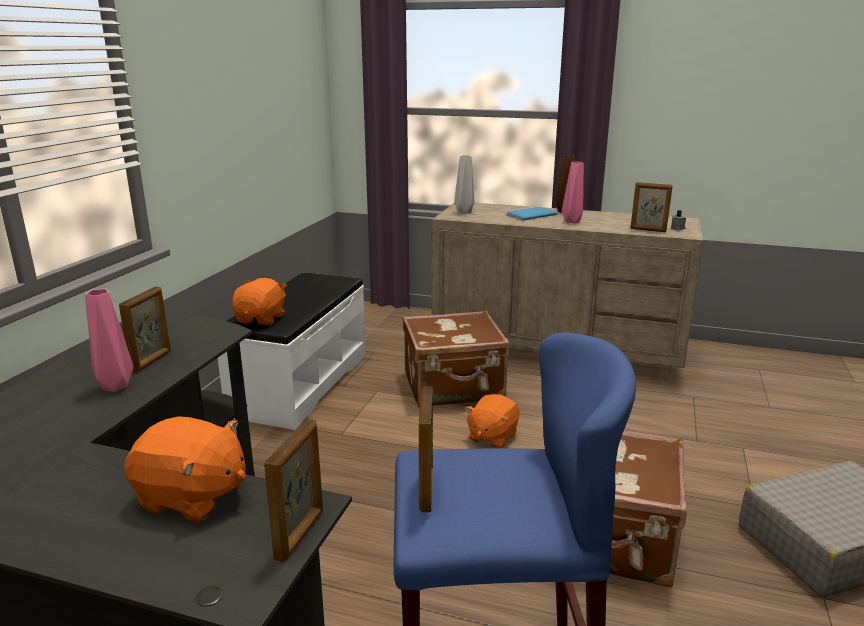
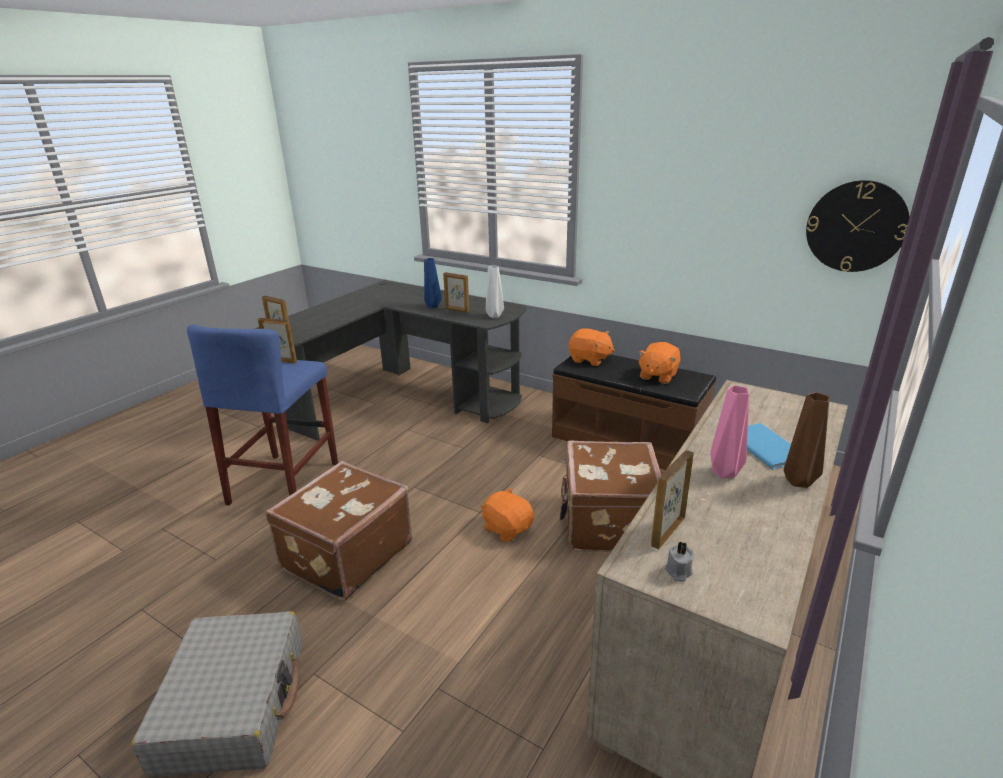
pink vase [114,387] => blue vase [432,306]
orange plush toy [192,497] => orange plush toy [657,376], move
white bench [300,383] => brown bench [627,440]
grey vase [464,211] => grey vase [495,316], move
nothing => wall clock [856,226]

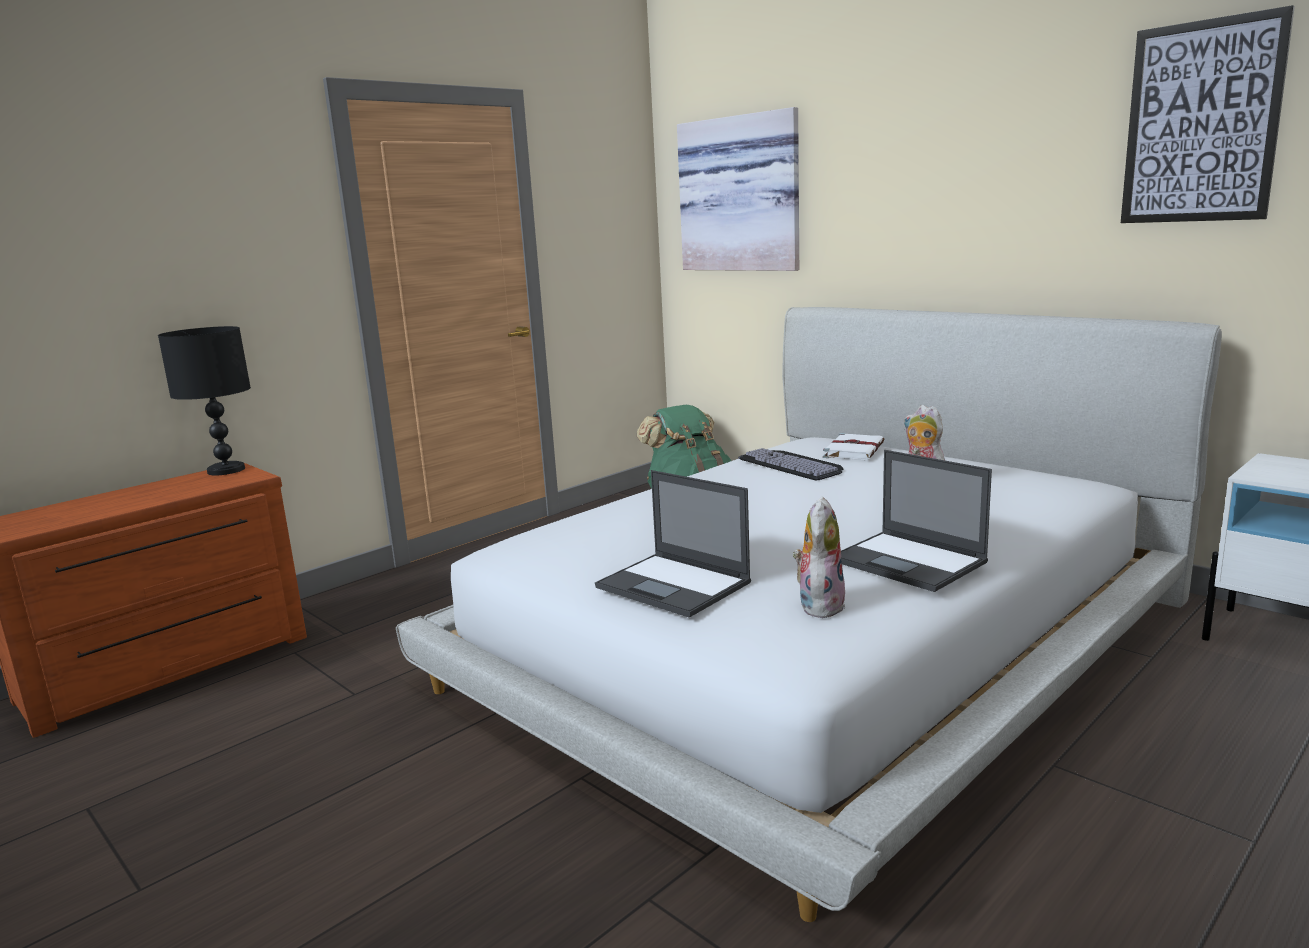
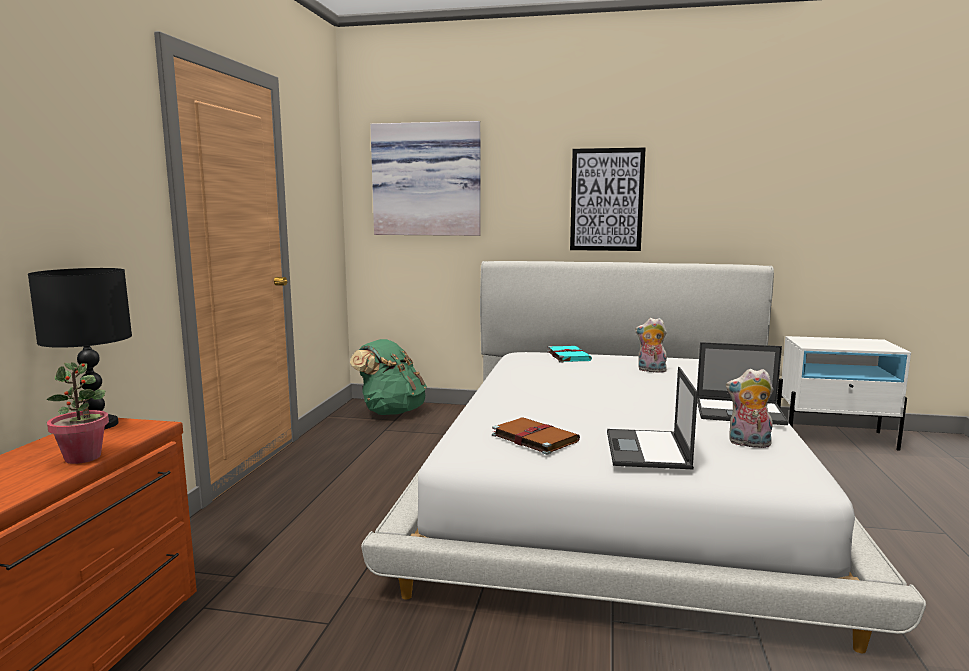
laptop [675,585] => laptop [647,450], 90 degrees clockwise
keyboard [794,464] => nothing
plush toy [819,605] => plush toy [748,444], 60 degrees counterclockwise
white book [854,450] => turquoise book [568,356]
picture [1201,123] => picture [606,200], move
nothing => potted plant [83,457]
nothing => brown book [533,438]

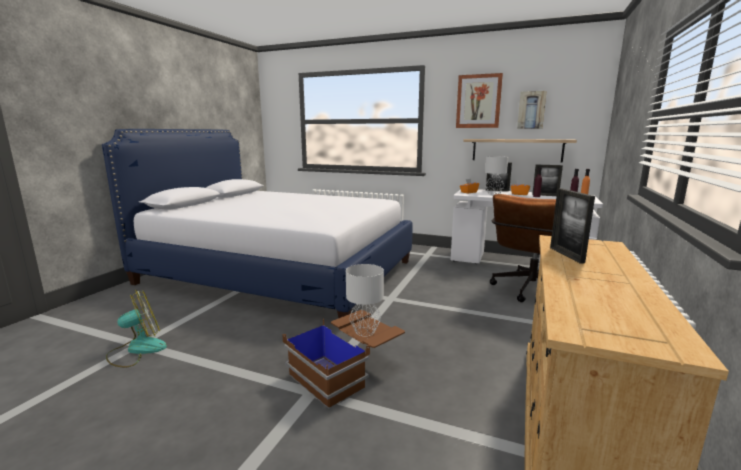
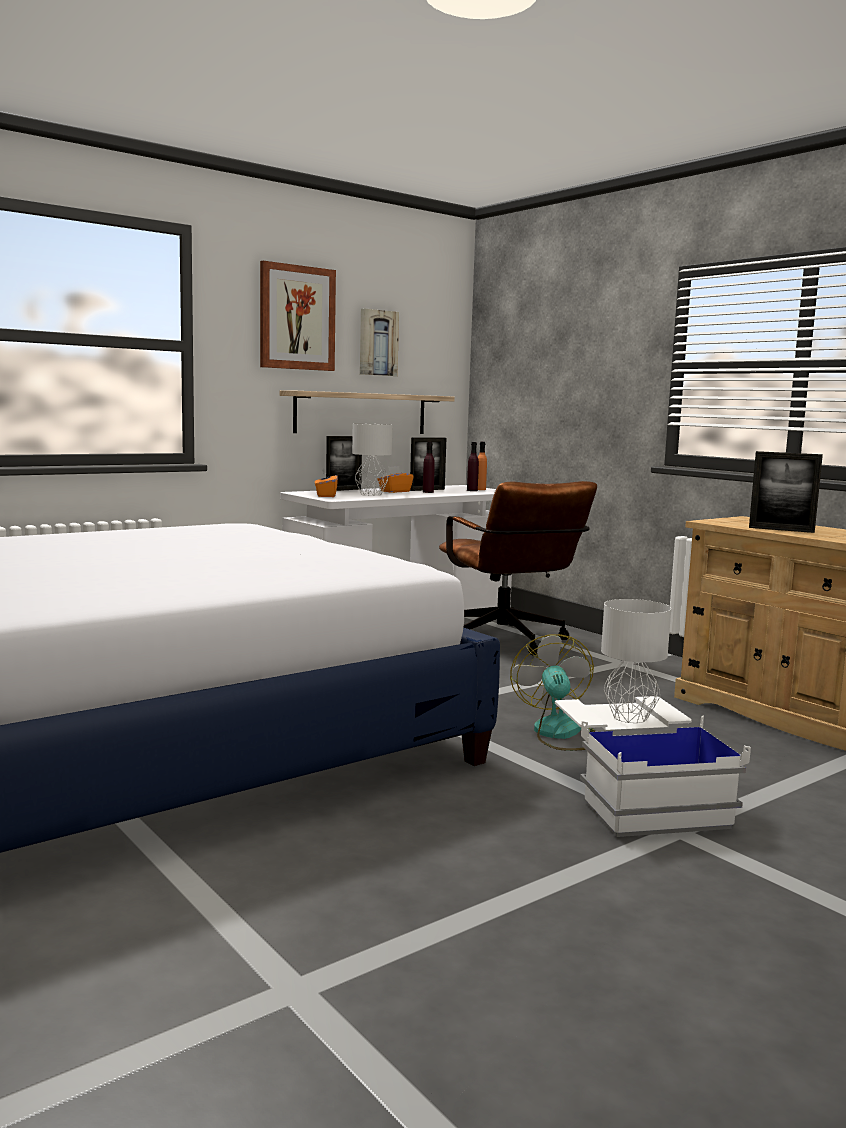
fan [137,350] => fan [562,734], move
brown storage box [347,372] => white storage box [637,795]

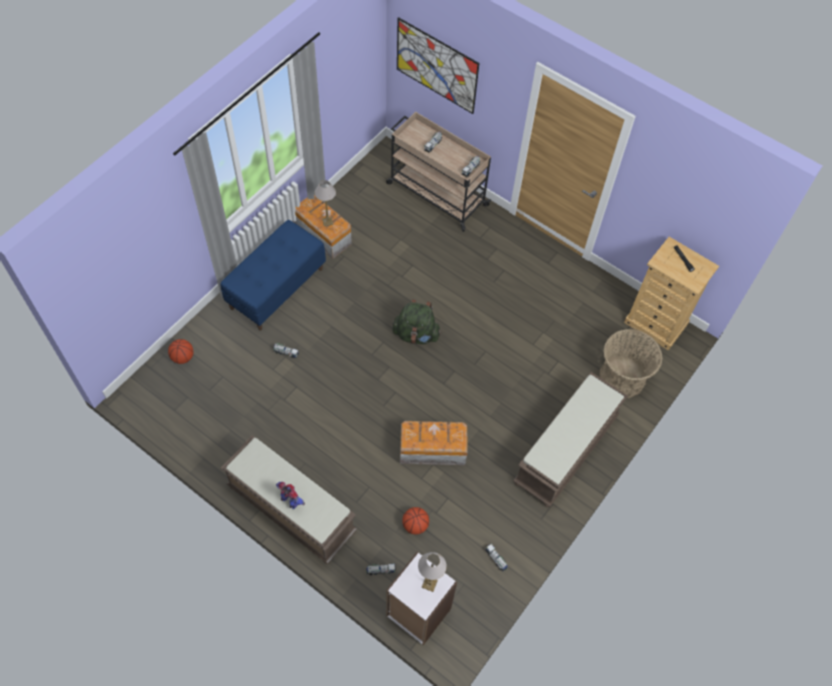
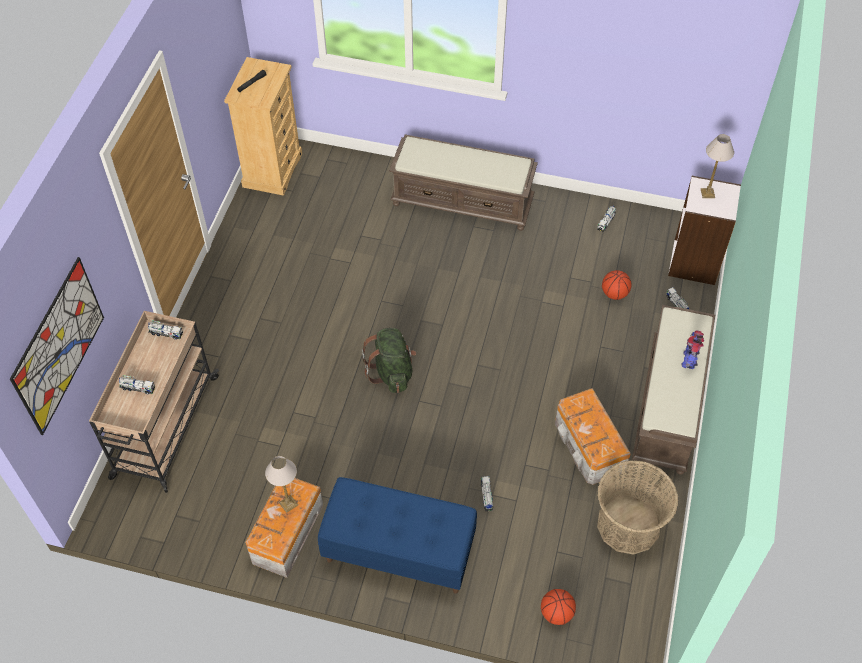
storage box [431,449] => storage box [589,447], move
basket [622,377] => basket [628,525], move

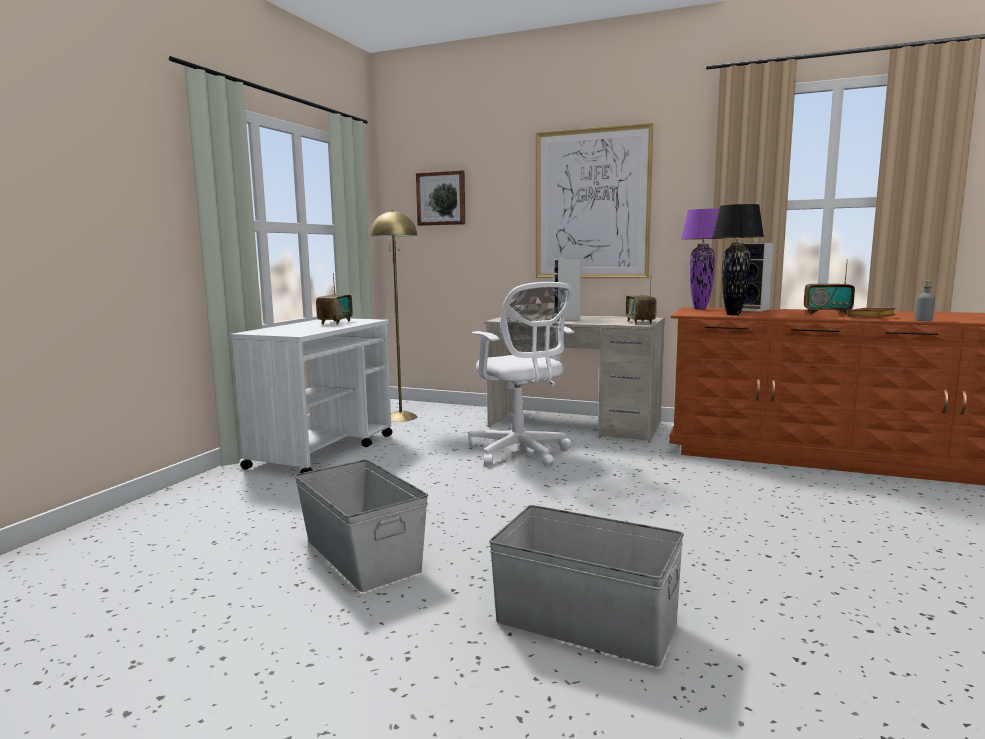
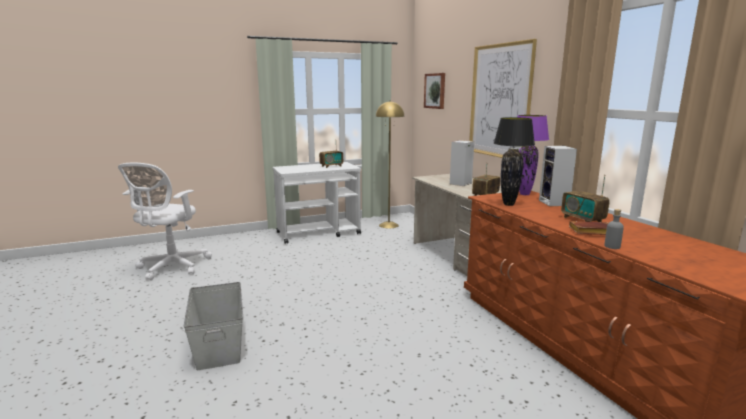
grey storage box [362,554] => nothing
white office chair [521,453] => white office chair [171,267], move

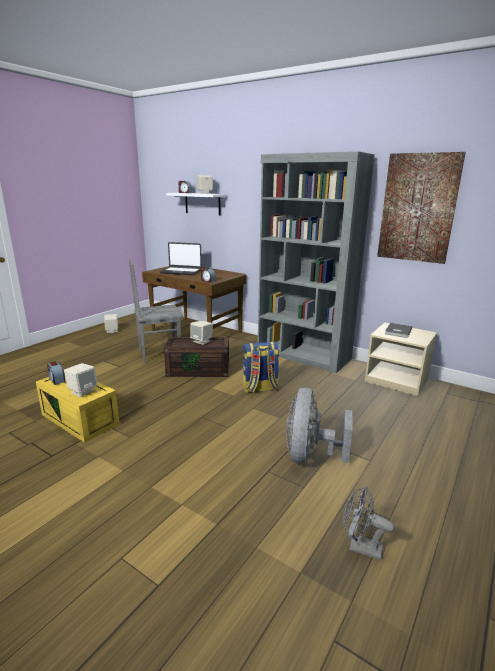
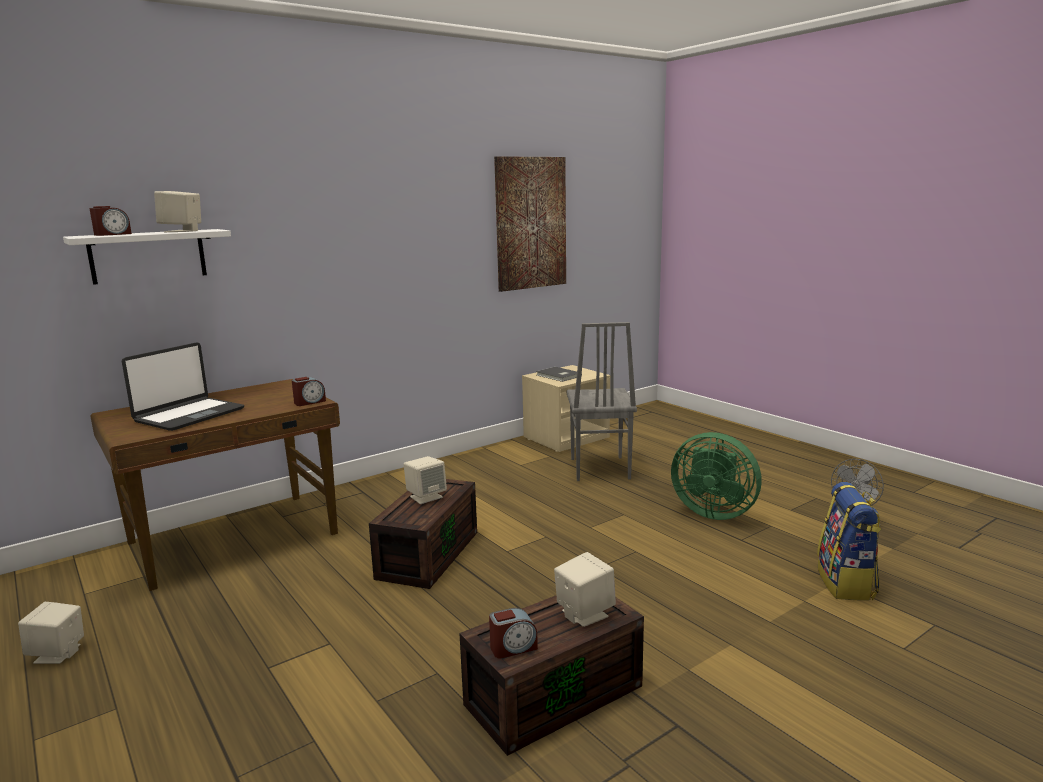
yellow storage box [81,419] => brown storage box [554,693]
grey chair [159,354] => grey chair [598,469], move
backpack [260,388] => backpack [846,583], move
grey bookcase [303,355] => nothing
grey fan [310,455] => green fan [713,512]

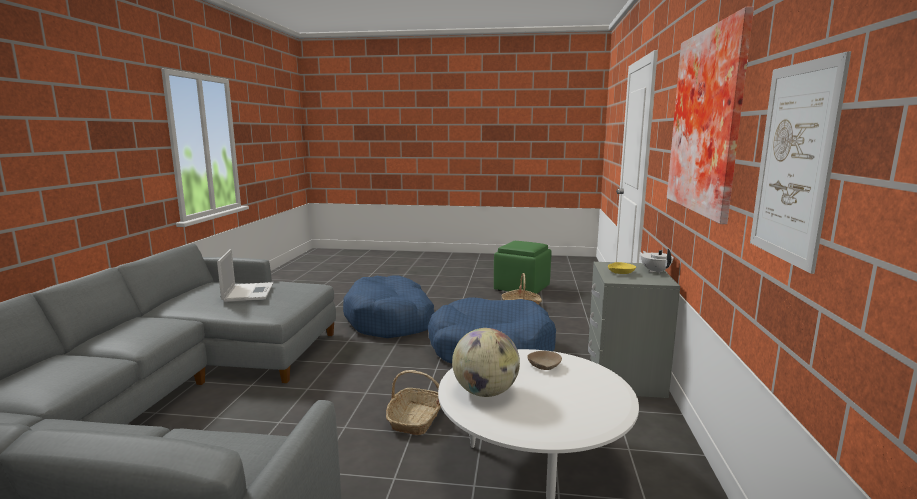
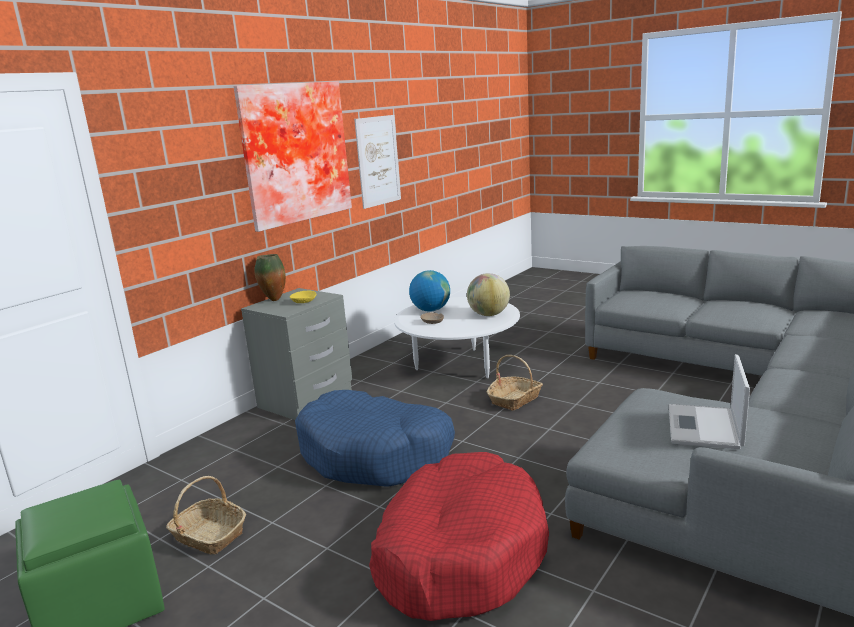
blue dog bed [390,320] => red dog bed [459,553]
white teapot [655,271] => vase [273,300]
nothing => globe [430,310]

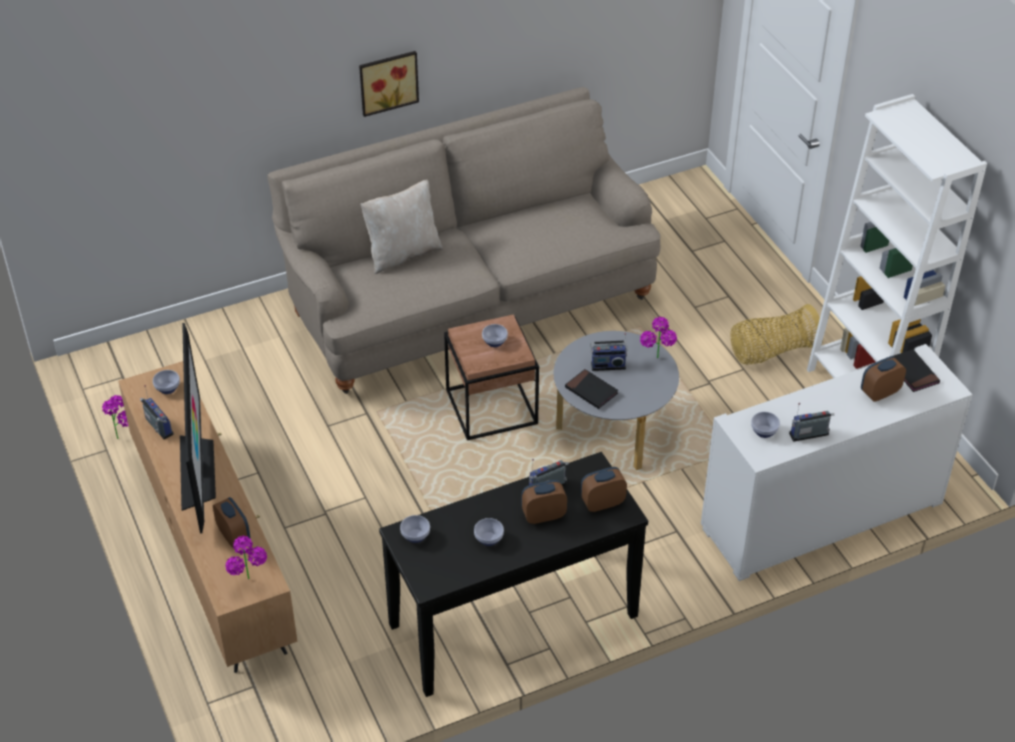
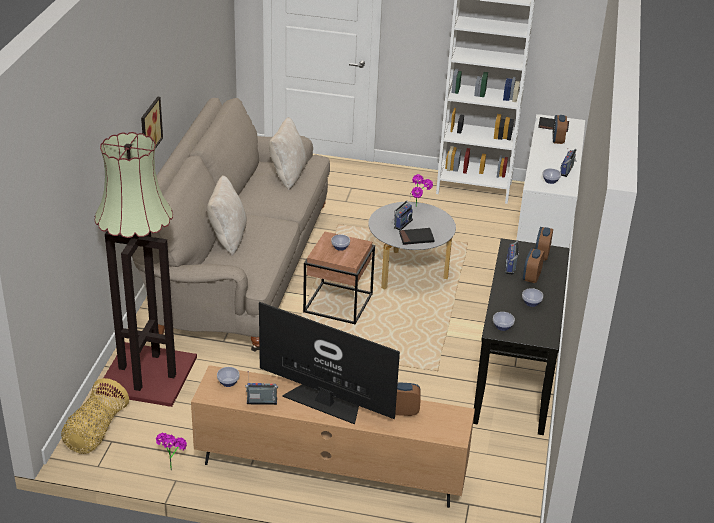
potted plant [251,584] => nothing
basket [772,352] => basket [95,432], move
nothing => floor lamp [146,374]
nothing => beige pillow [288,175]

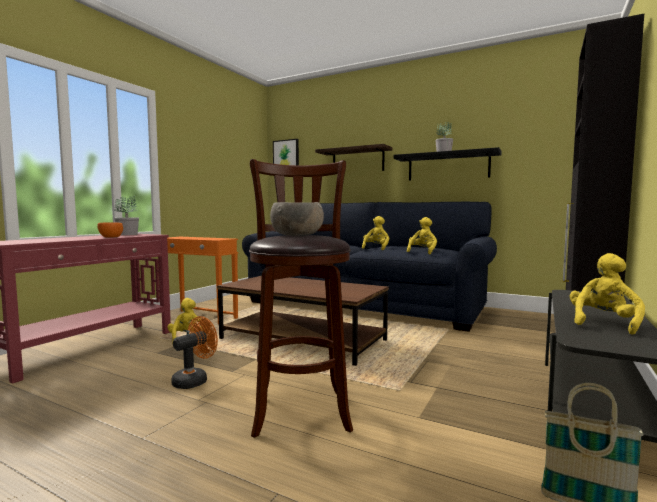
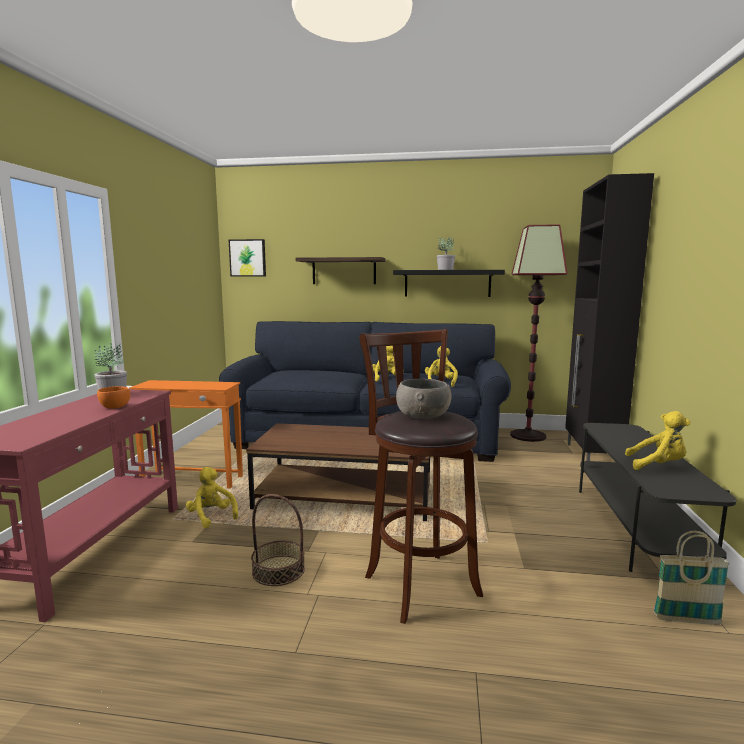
orange fan [194,380] => basket [278,570]
yellow plush toy [603,323] => yellow plush toy [658,465], 90 degrees clockwise
nothing => floor lamp [528,436]

